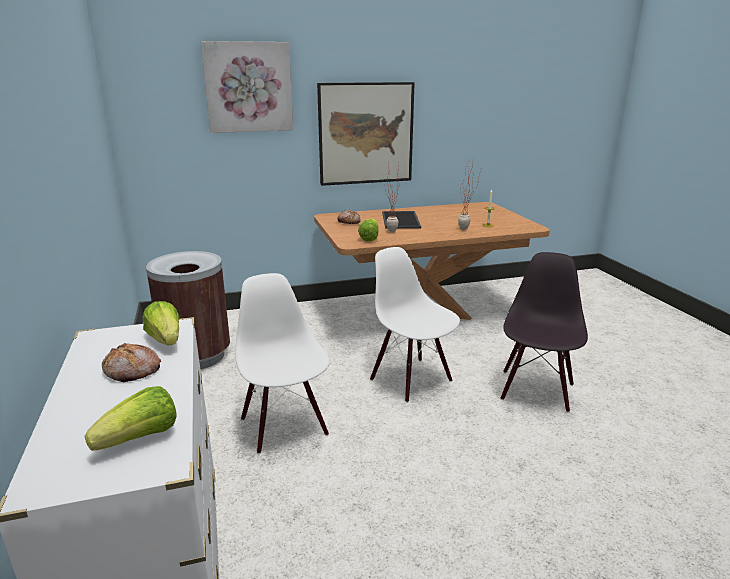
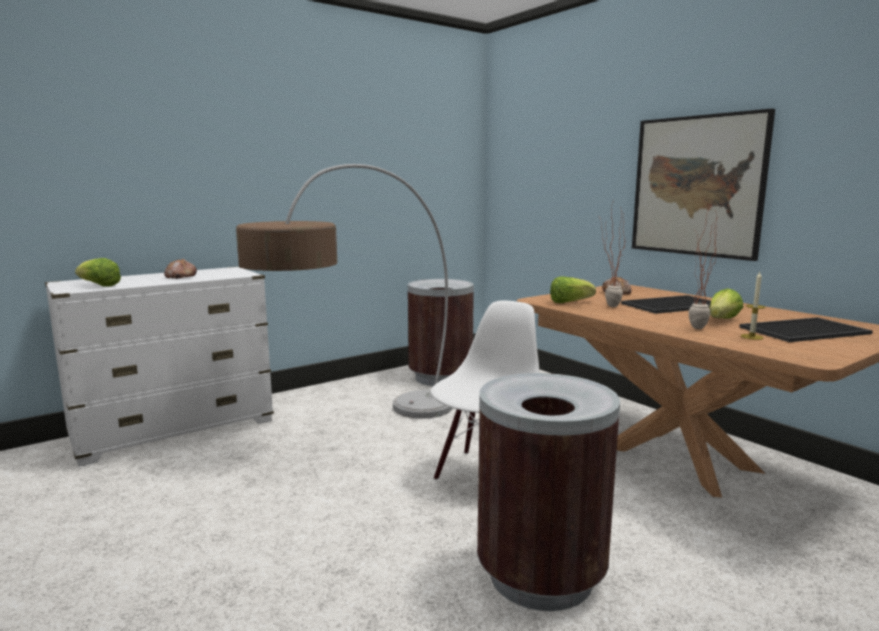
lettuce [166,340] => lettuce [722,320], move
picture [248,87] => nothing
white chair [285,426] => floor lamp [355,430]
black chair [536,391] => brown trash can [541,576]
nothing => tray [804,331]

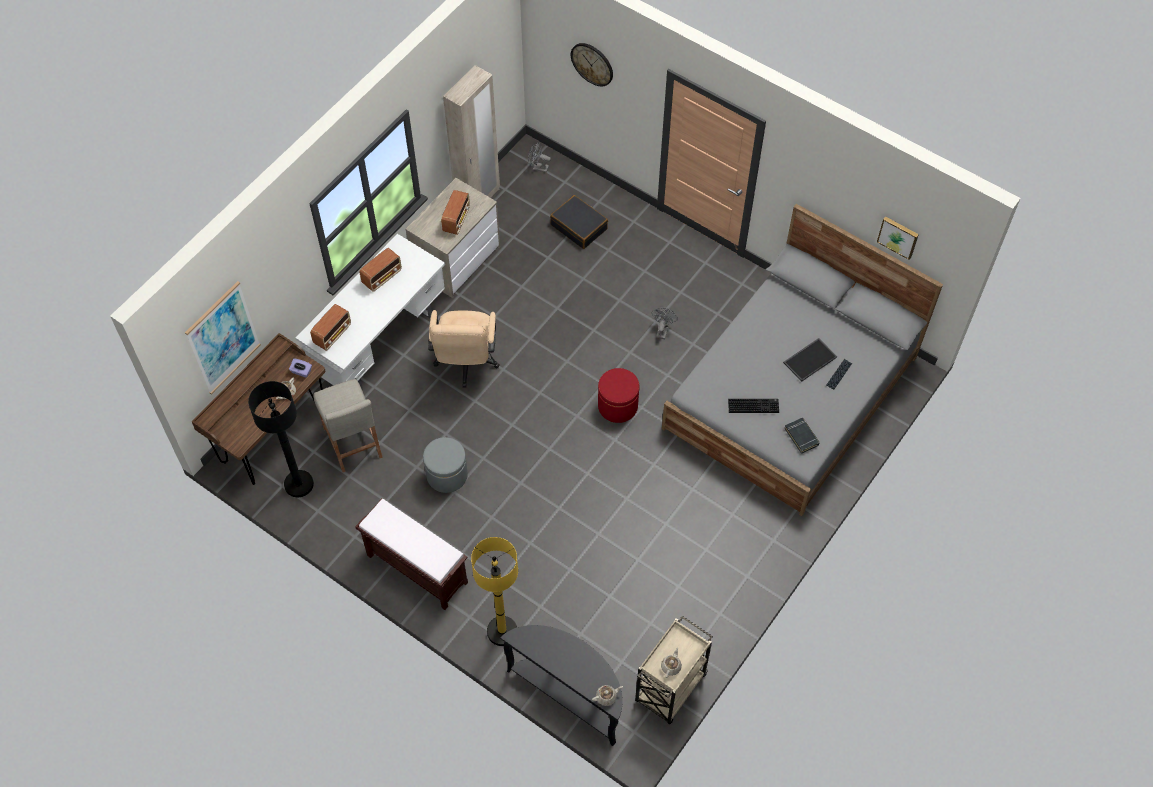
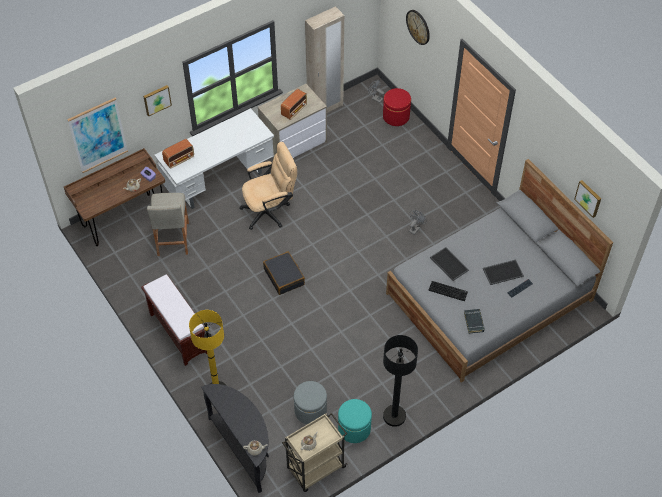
black floor lamp [299,484] => black floor lamp [394,416], move
radio [382,277] => nothing
grey ottoman [447,475] => grey ottoman [310,410], move
beige office chair [466,363] => beige office chair [270,211], 135 degrees counterclockwise
black suitcase [579,227] => black suitcase [284,276], move
red ottoman [617,406] => red ottoman [396,116], move
nothing => picture [156,99]
nothing => turquoise ottoman [354,429]
nothing => tray [450,264]

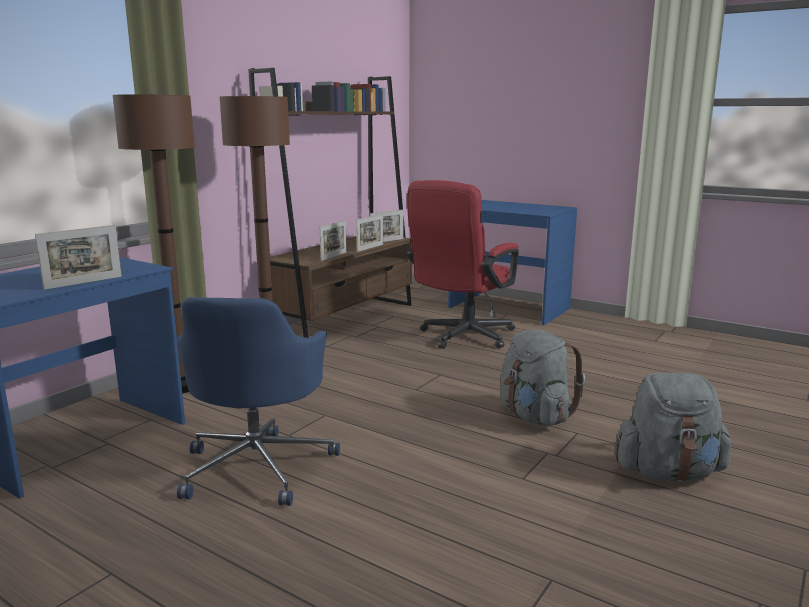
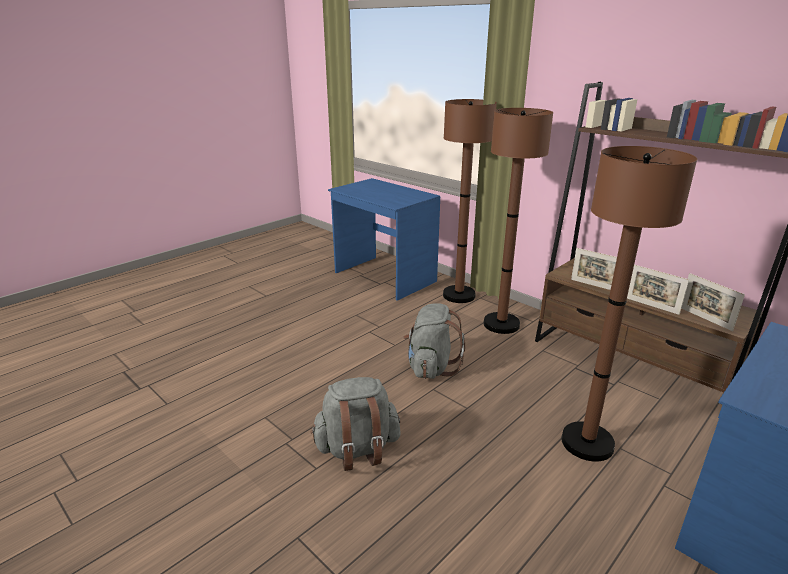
picture frame [84,283] => nothing
blue office chair [258,466] => nothing
red office chair [462,337] => brown floor lamp [587,443]
grey backpack [668,473] => grey backpack [431,367], move

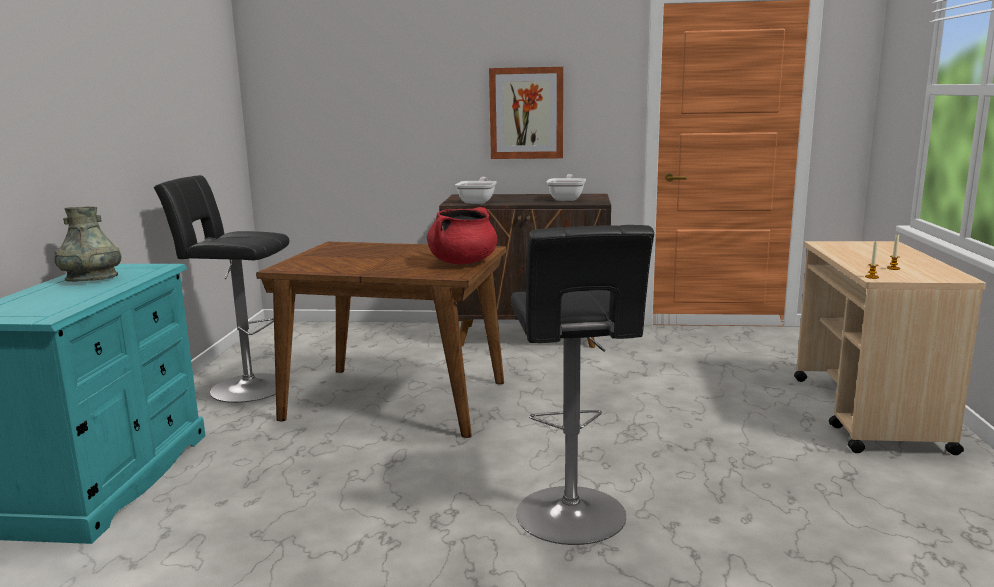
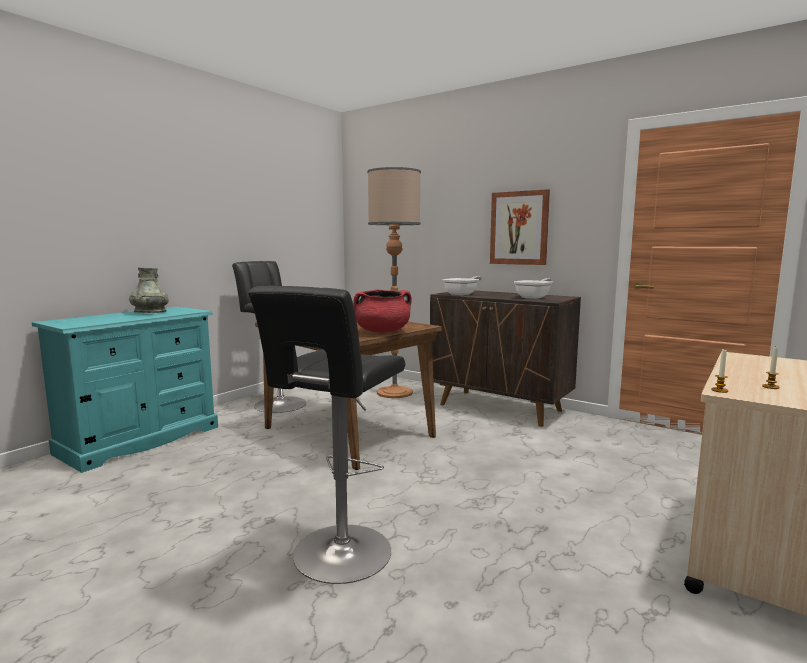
nothing => floor lamp [394,392]

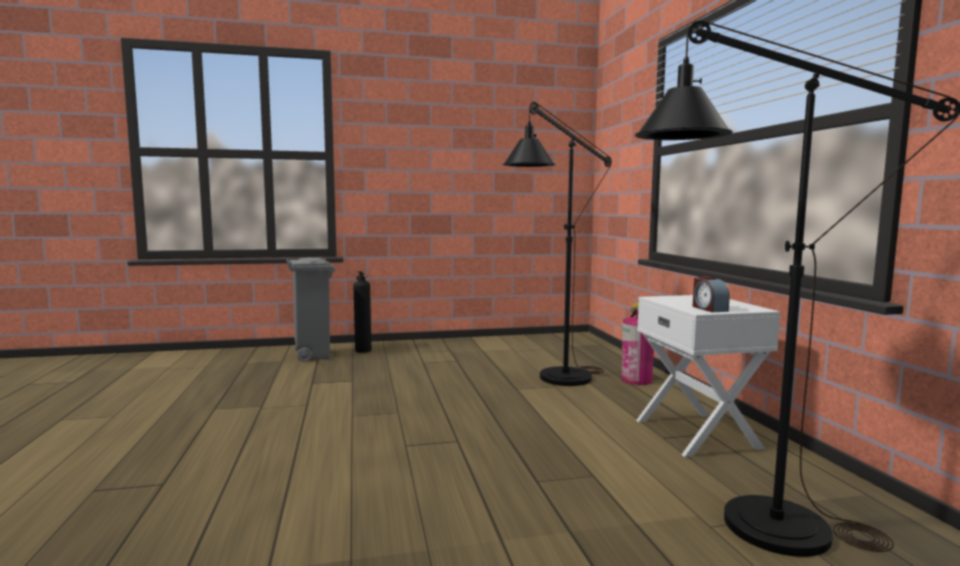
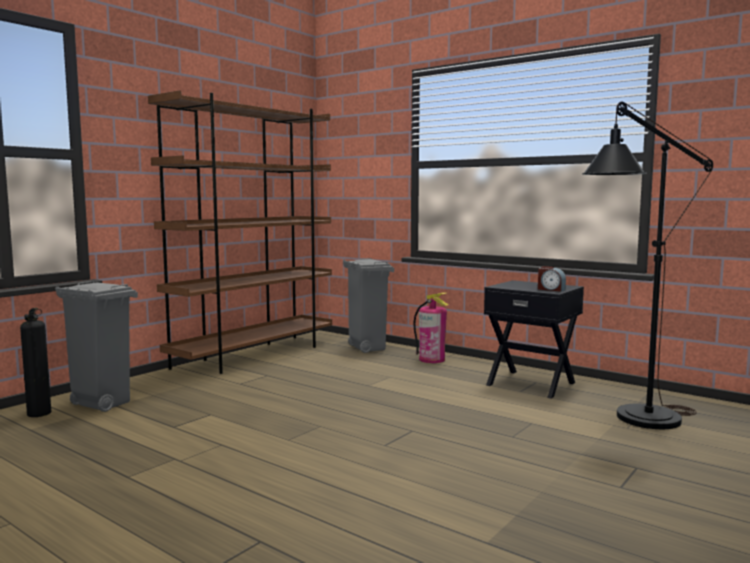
fire extinguisher [363,350] => fire extinguisher [38,413], move
black floor lamp [555,381] => nothing
white nightstand [698,433] => black nightstand [531,383]
nothing => brown bookcase [254,355]
nothing => grey trash can [367,348]

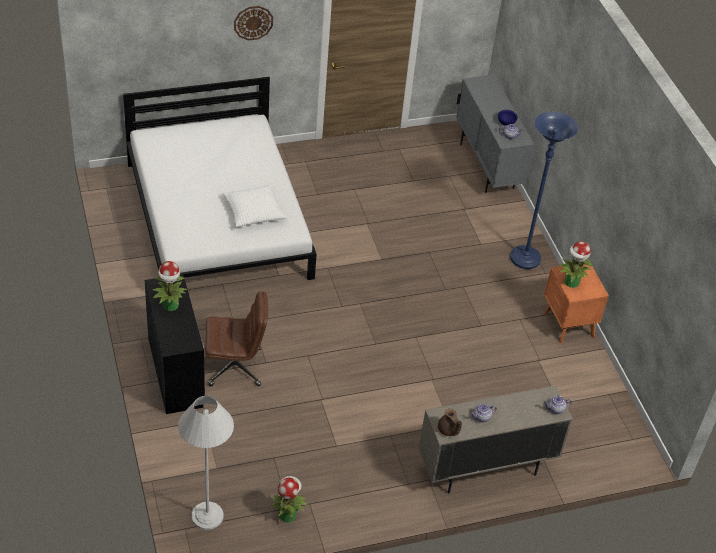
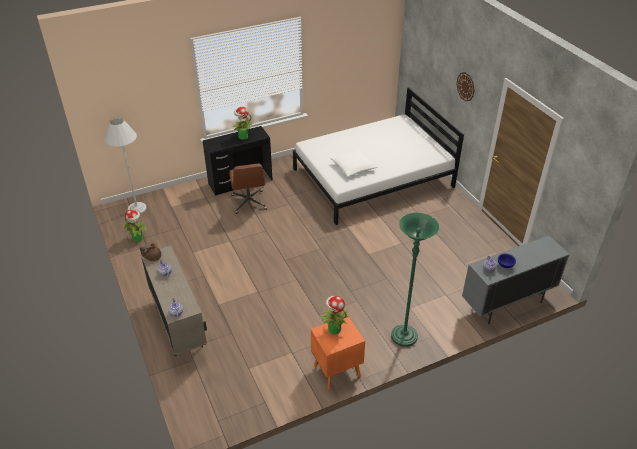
blue floor lamp [525,259] => green floor lamp [404,337]

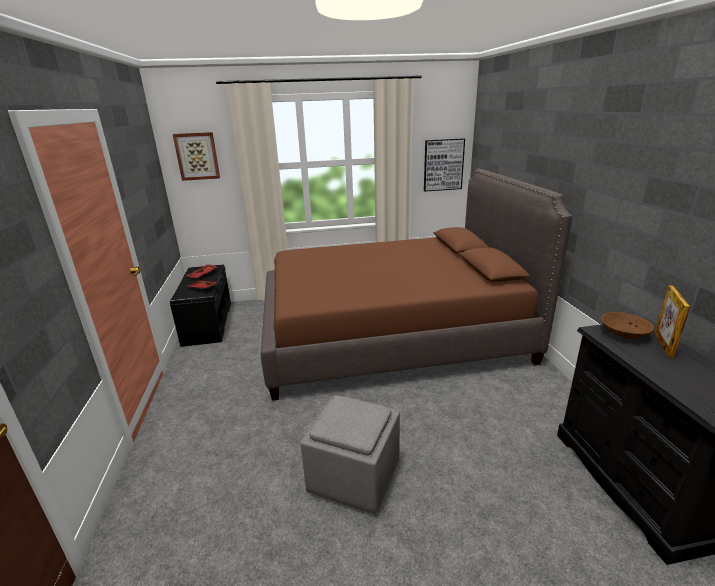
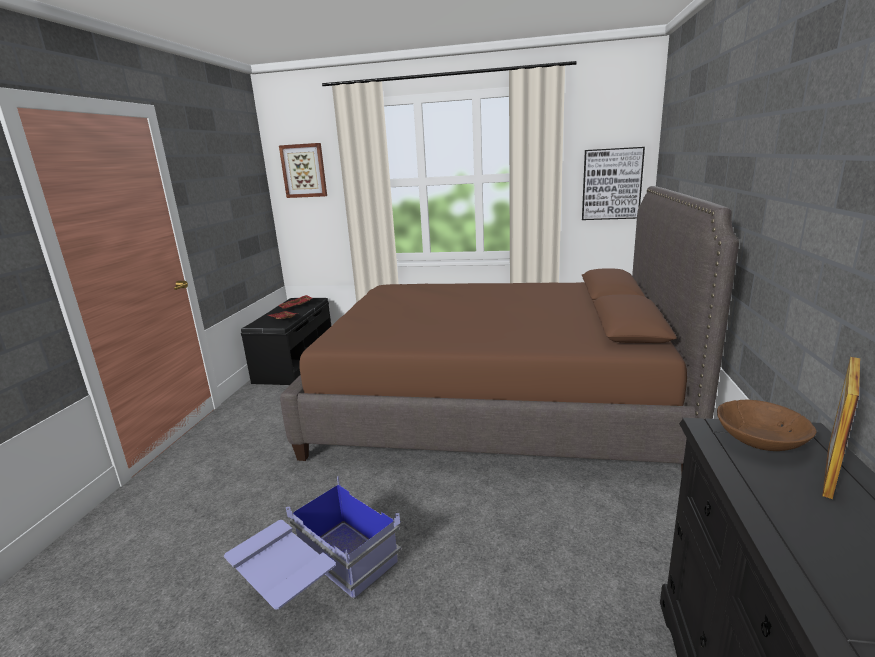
grey ottoman [353,476] => blue storage box [320,580]

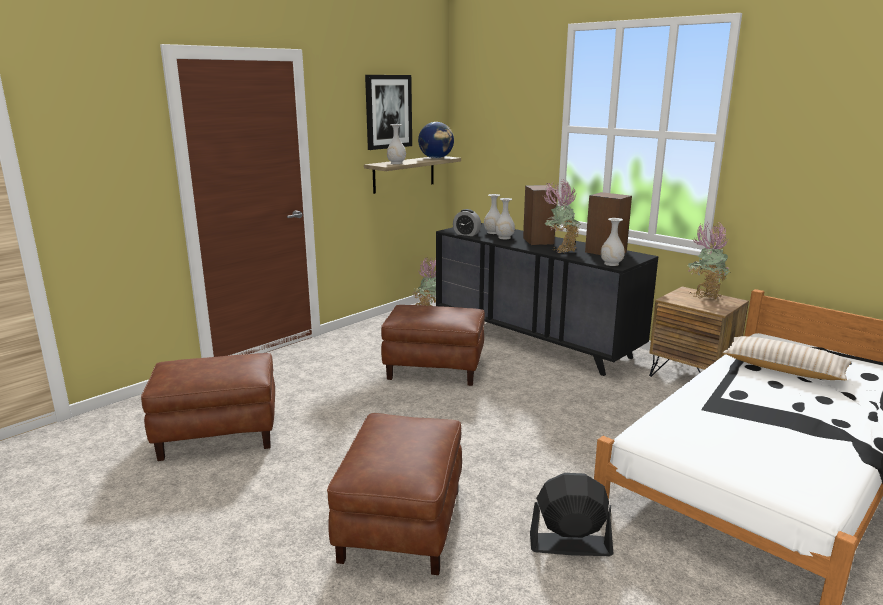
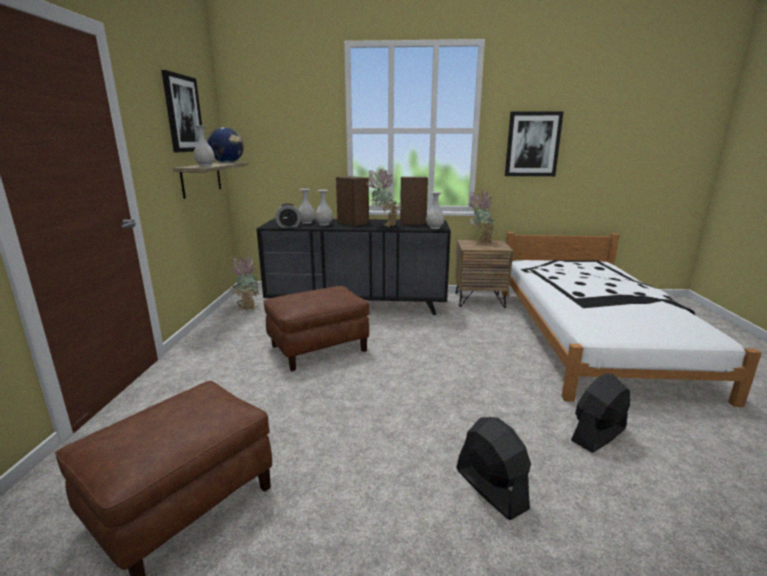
brown ottoman [401,524] => black fan [490,488]
beige pillow [783,369] => nothing
nothing => picture [532,144]

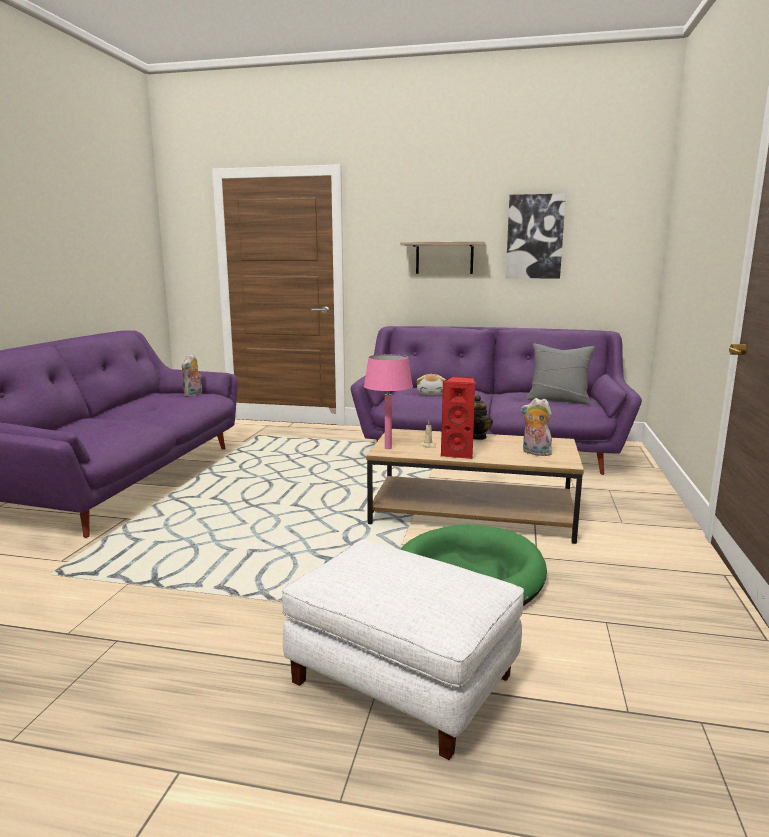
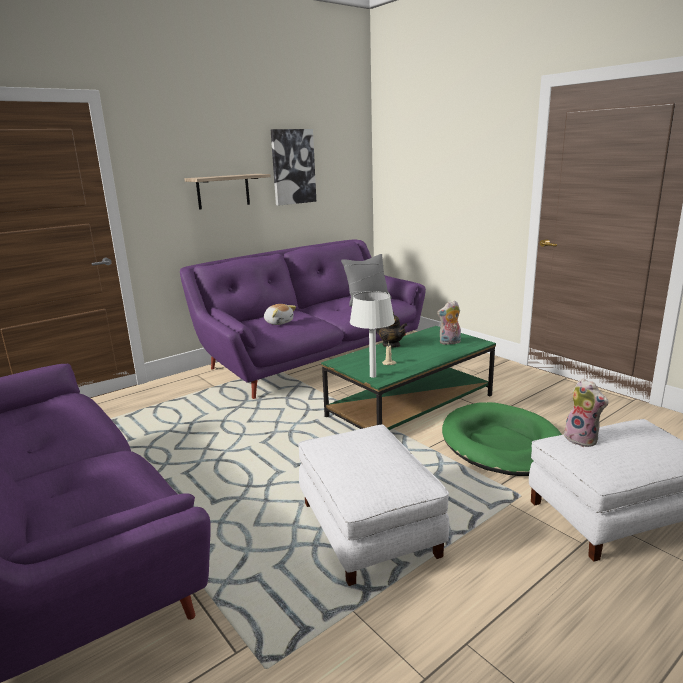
plush toy [193,395] => plush toy [583,439], move
pink table lamp [387,448] => white table lamp [372,376]
brown coffee table [472,513] => green coffee table [410,405]
red speaker [458,453] => nothing
nothing => white ottoman [367,529]

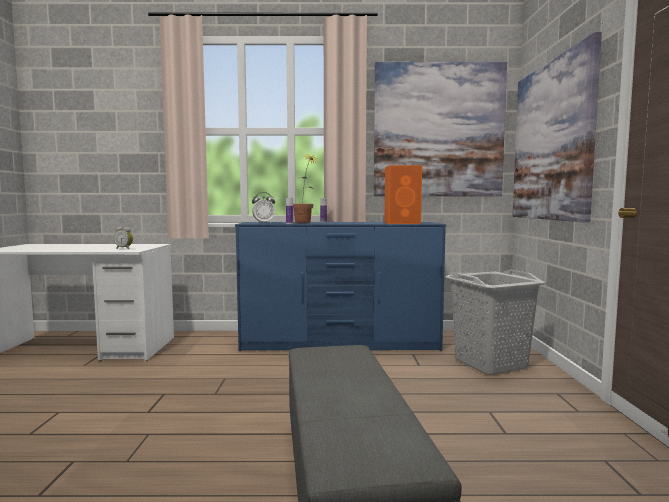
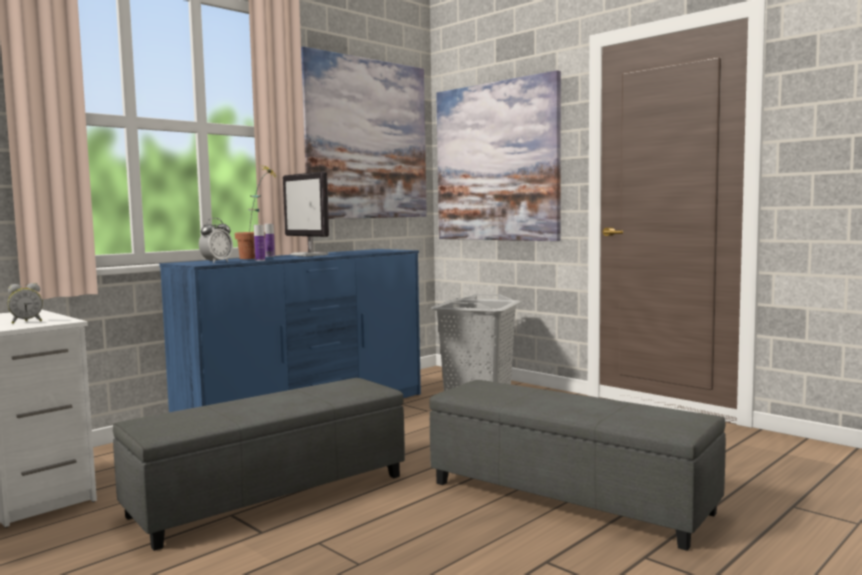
orange speaker [403,223] => nothing
nothing => grey ottoman [270,495]
nothing => monitor [310,255]

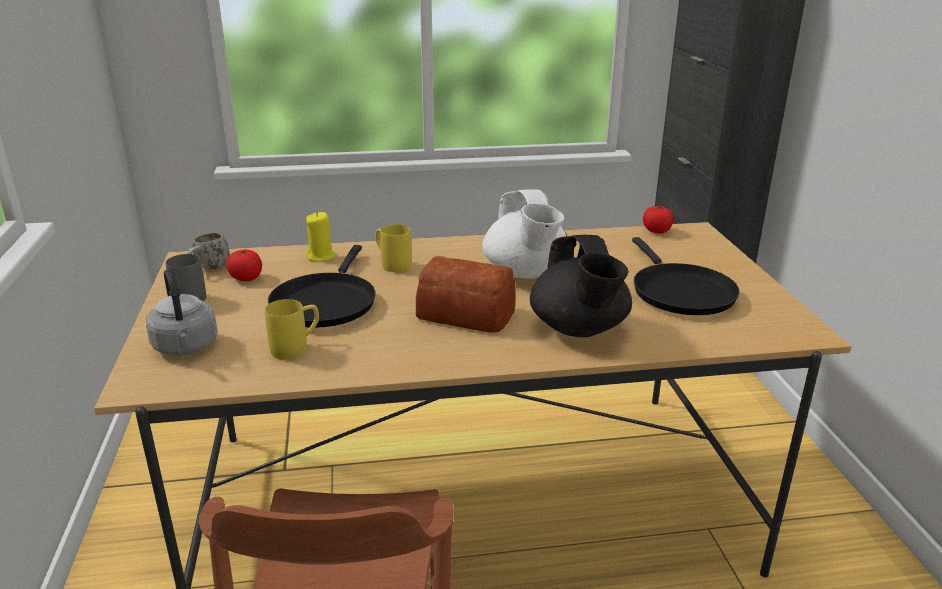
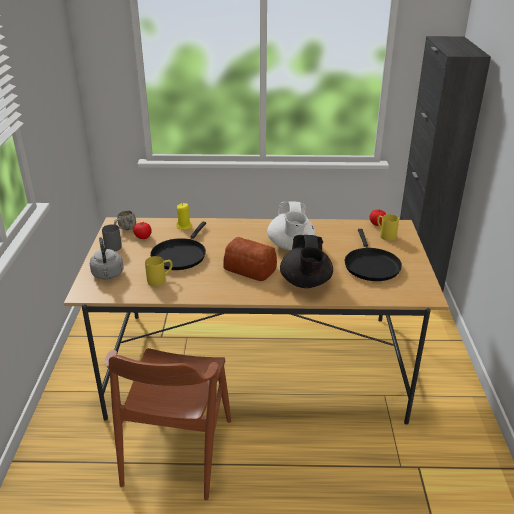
yellow mug [392,264] => yellow mug [385,235], move

